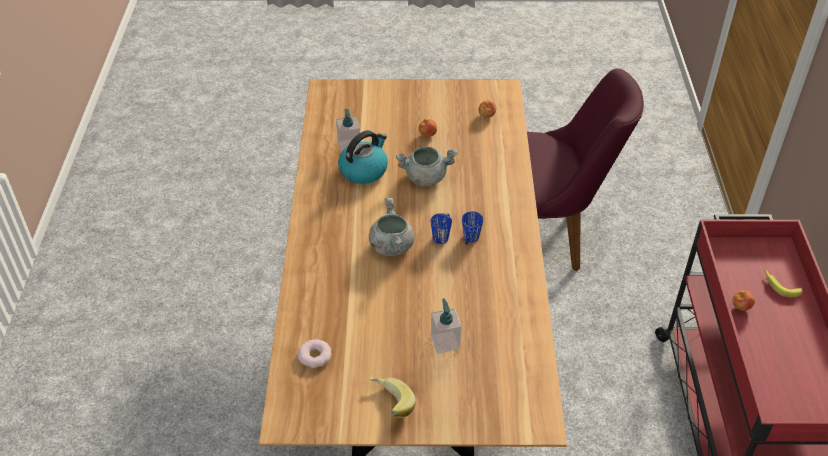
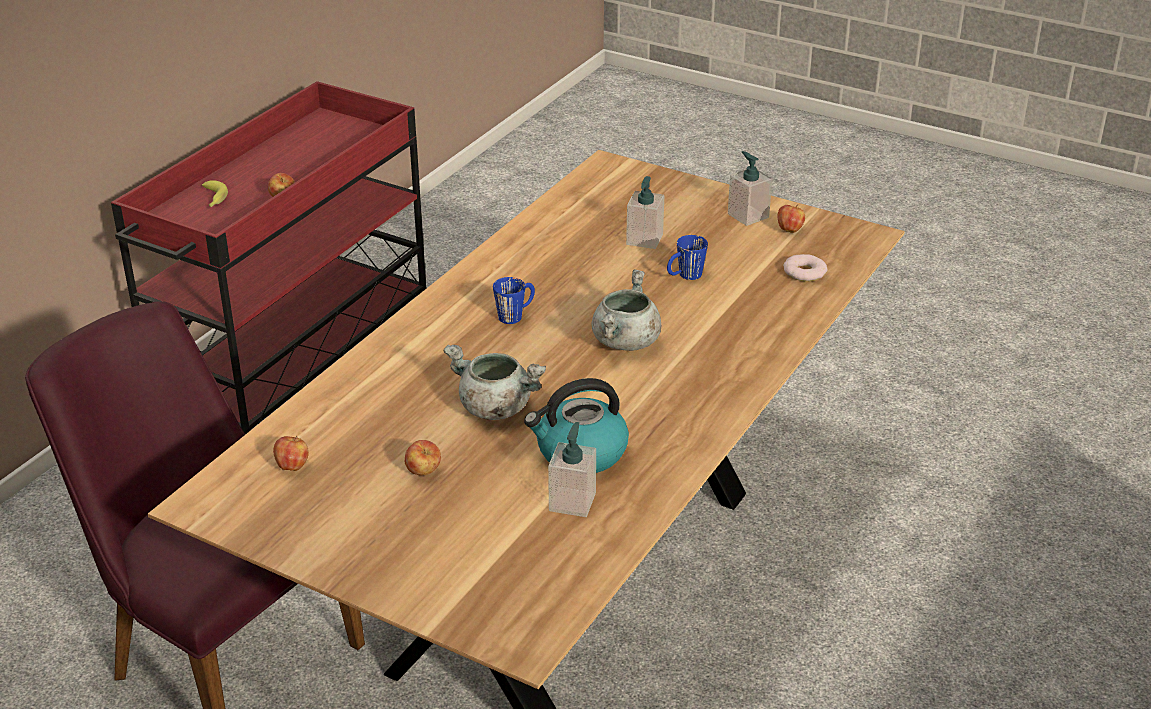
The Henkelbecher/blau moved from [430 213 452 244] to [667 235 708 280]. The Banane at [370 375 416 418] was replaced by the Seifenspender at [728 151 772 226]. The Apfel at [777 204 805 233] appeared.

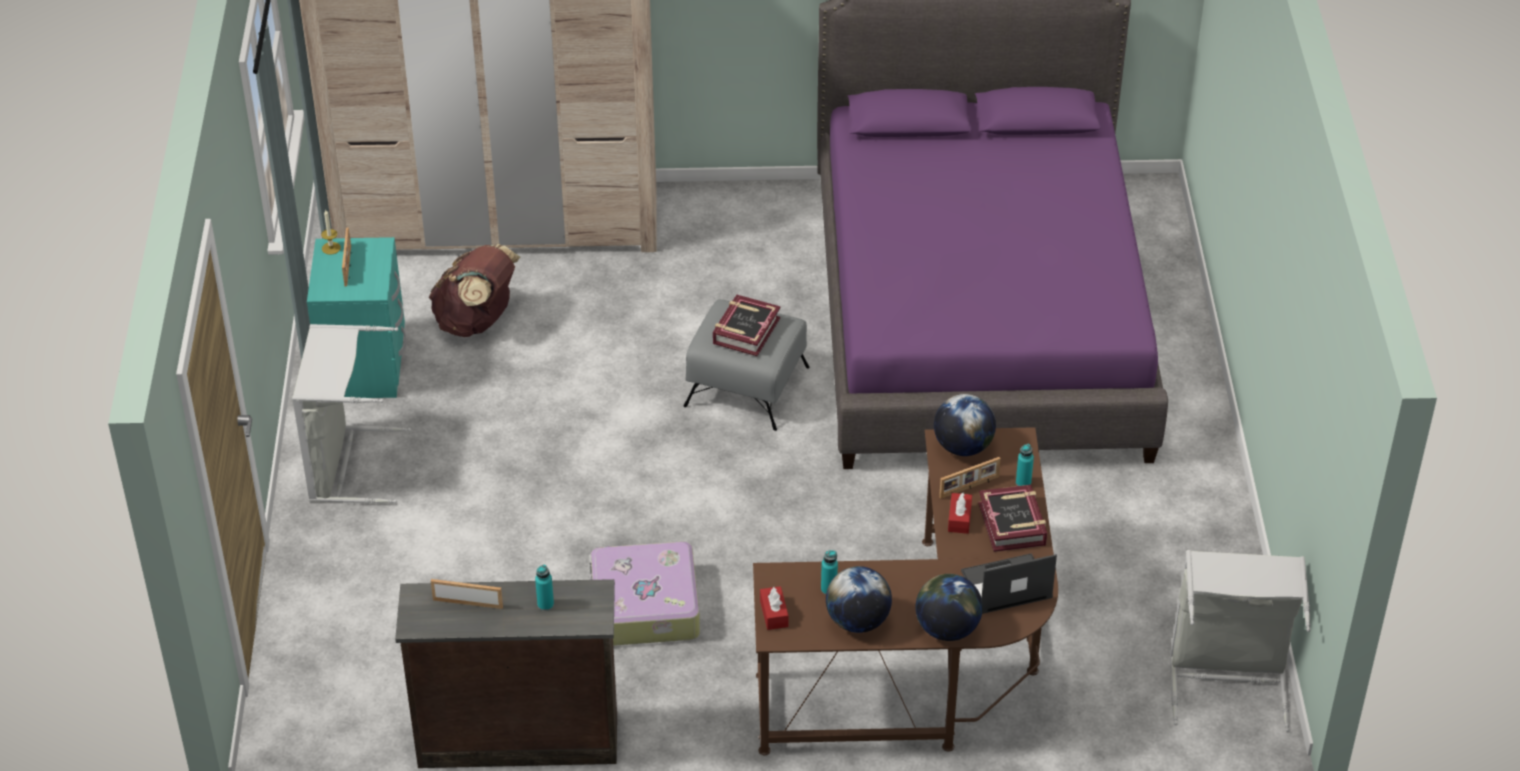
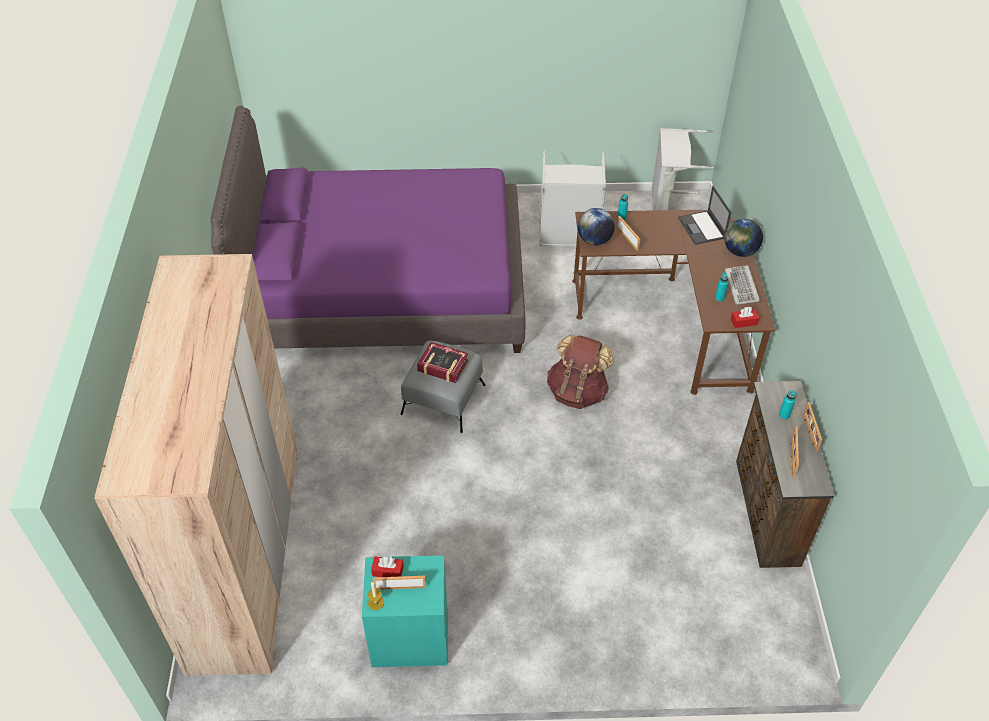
The Taschentuchbox/rot moved from [948 492 972 534] to [371 557 404 577]. The Wäschekorb/grau moved from [292 324 411 504] to [540 151 606 247]. The Rucksack/braun moved from [429 244 520 337] to [547 334 614 409]. The Globus at [826 566 892 633] was replaced by the Tastatur at [725 265 760 305]. The Bilderrahmen at [803 402 822 452] appeared. The Koffer at [589 541 700 646] disappeared. The Buch at [978 485 1047 552] disappeared.

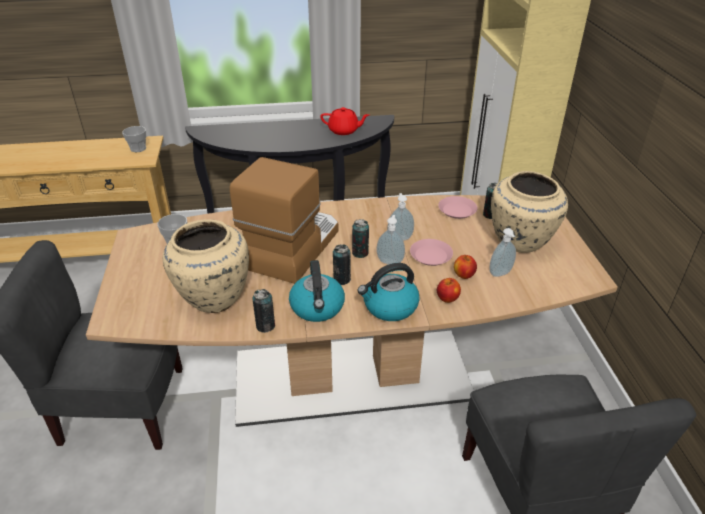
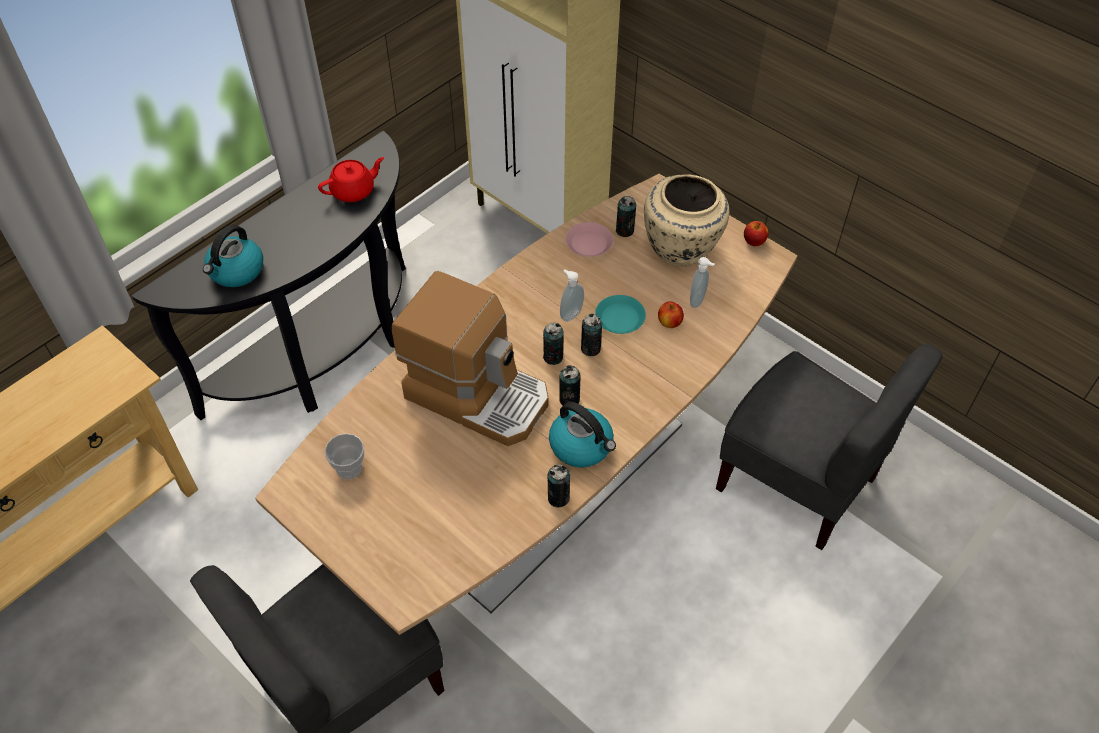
The Wasserkessel moved from [357 263 420 321] to [203 225 263 287]. The Kaffeemaschine at [230 157 338 284] turned 135 degrees clockwise. The Seifenspender at [377 215 405 264] was replaced by the Dose at [581 314 602 356]. The Teller/rosa at [410 239 453 266] became the Teller/türkis at [595 295 646 334]. The Apfel moved from [437 278 461 303] to [744 221 769 246]. The Tasse at [122 126 146 152] disappeared. The Vase/beige at [163 219 249 313] disappeared.

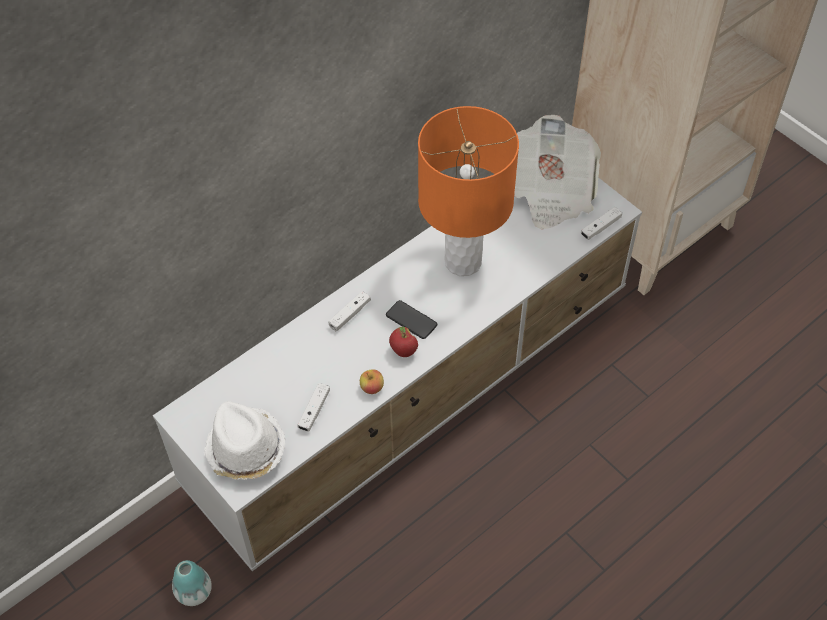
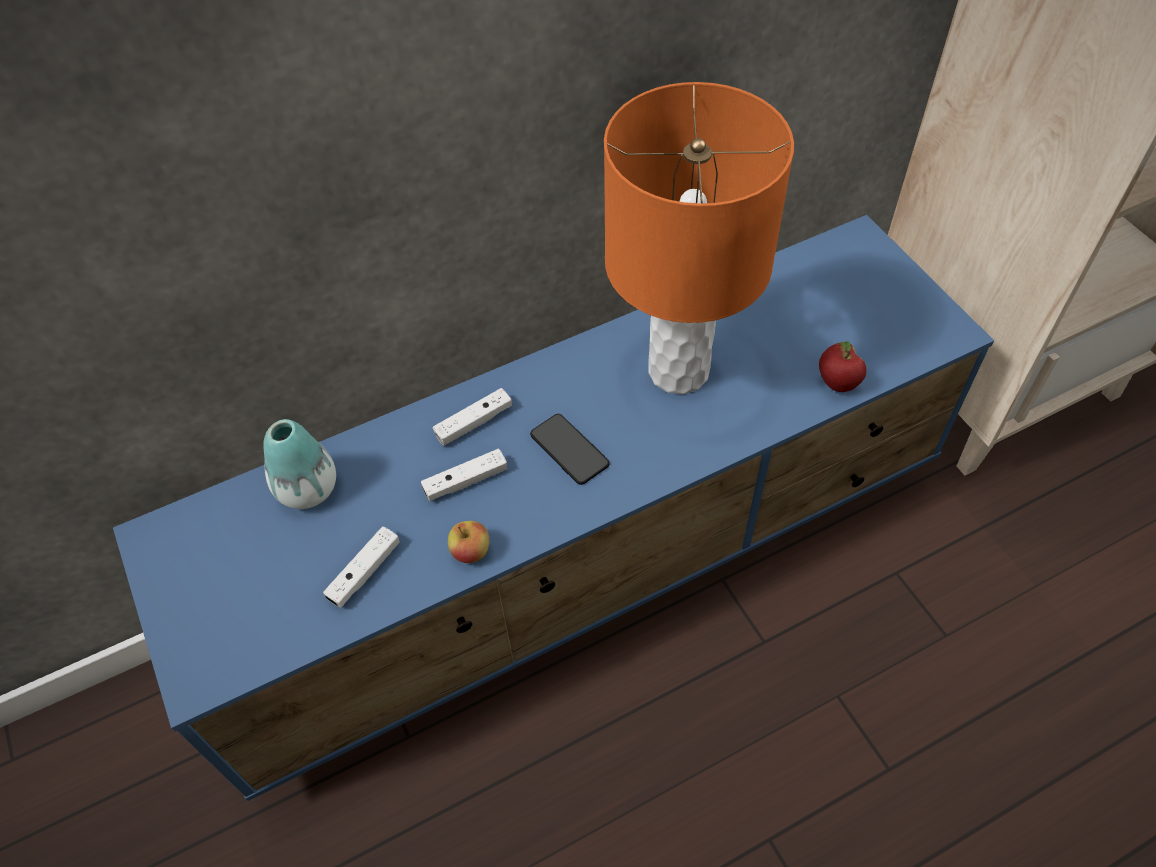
The Fernsehschrank/weiß at [153 177 642 571] became the Fernsehschrank/blau at [113 215 994 801]. The Vase moved from [172 560 212 606] to [263 419 336 509]. The Gamepad/weiß moved from [581 207 622 240] to [421 449 507 501]. The Apfel moved from [389 326 418 357] to [819 341 866 392]. The Hut/weiß at [203 401 286 480] disappeared. The Zeitung at [514 115 601 230] disappeared.

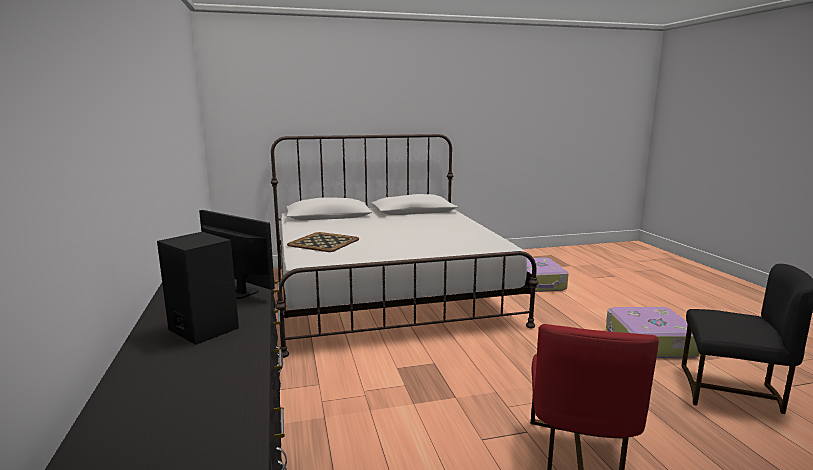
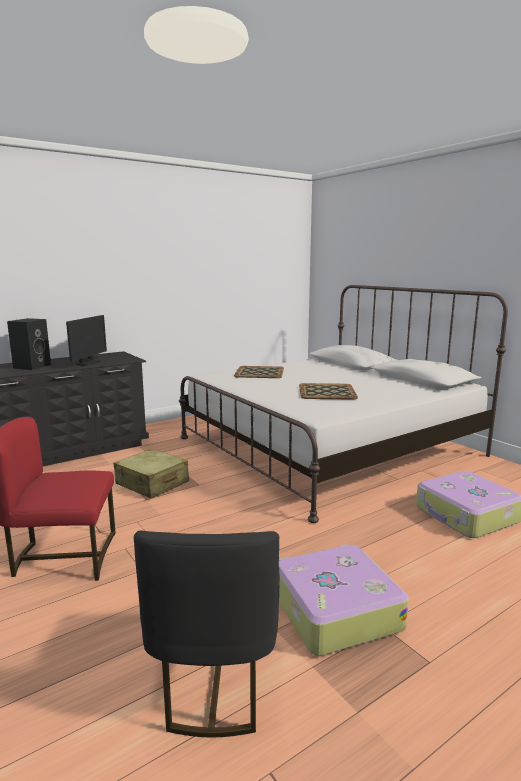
The Koffer/beige at [114 449 189 498] appeared. The Tablett at [299 383 358 400] appeared.

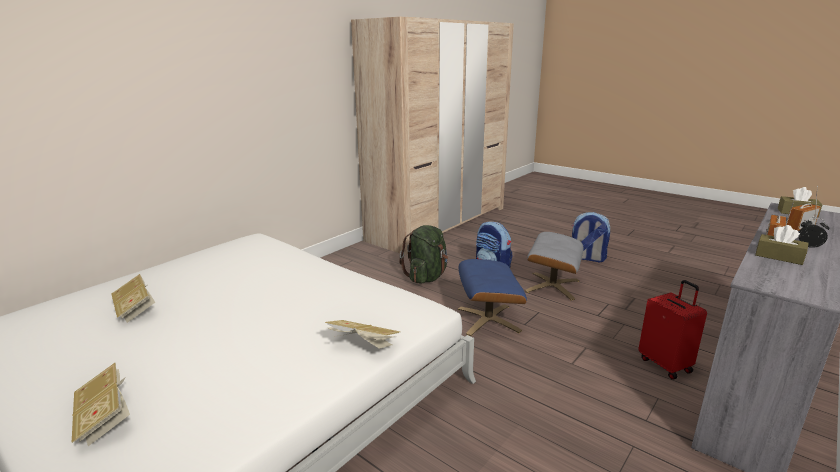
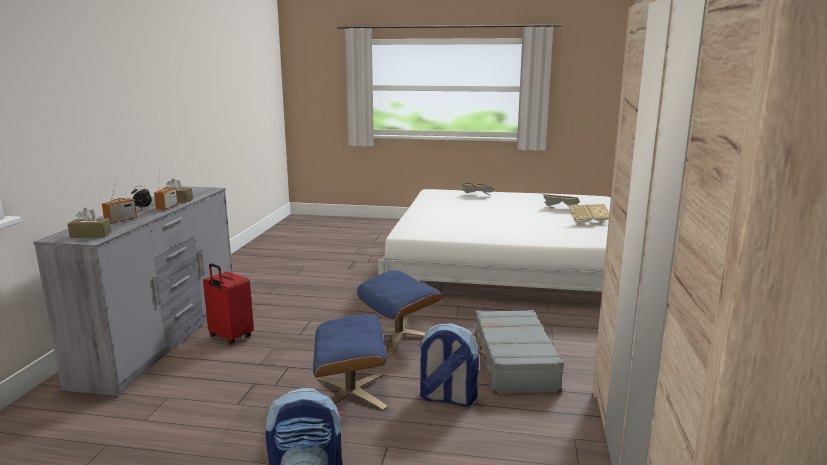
The Polsterhocker/grau at [525 232 583 300] became the Polsterhocker/blau at [313 314 388 411]. The Rucksack/grün at [399 225 448 283] was replaced by the Koffer/grau at [473 310 564 394]. The Buch moved from [325 320 400 349] to [569 204 609 225].

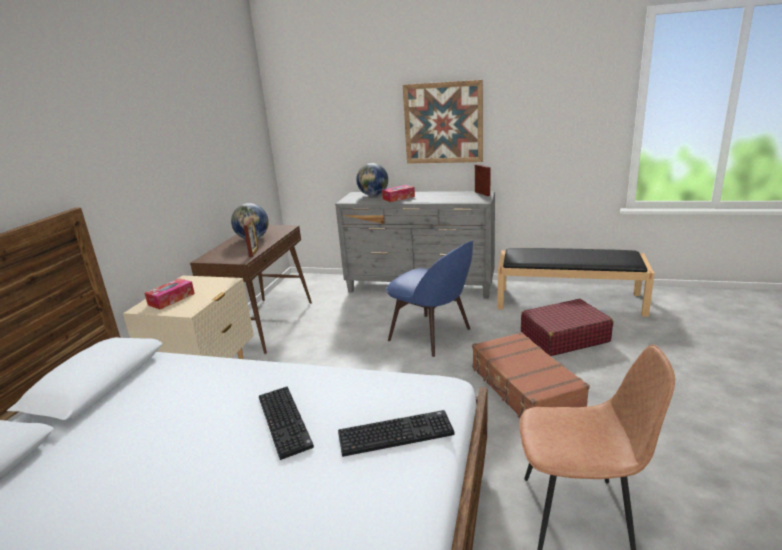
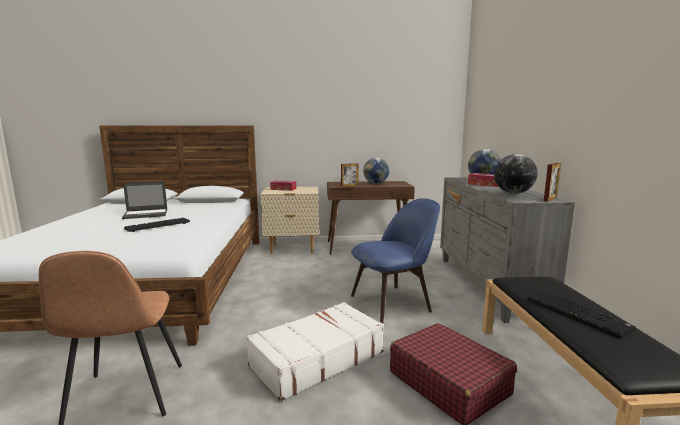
The Laptop at [122 181 167 219] appeared. The Koffer/braun at [472 332 590 419] became the Koffer/weiß at [246 302 384 401]. The Stuhl/blau at [386 240 474 357] turned 135 degrees counterclockwise. The Globus at [494 154 537 194] appeared. The Tastatur moved from [338 410 454 457] to [527 291 636 339]. The Bild at [403 80 483 164] disappeared.

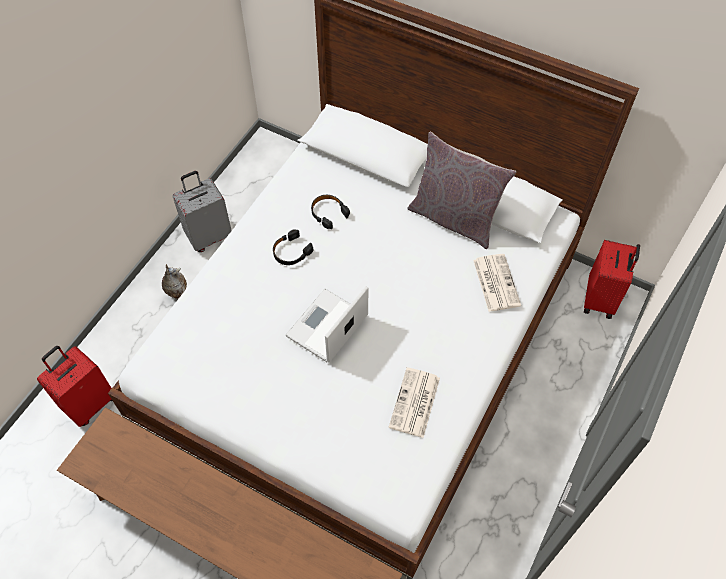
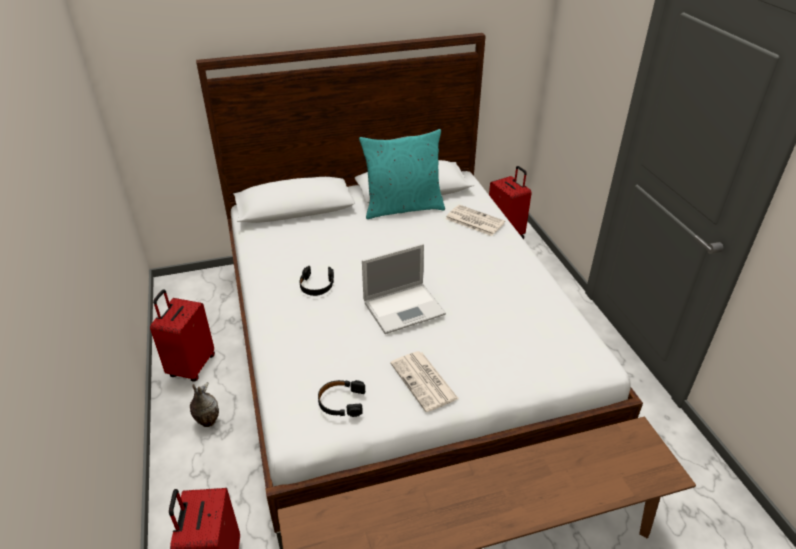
The Koffer/grau at [173 171 232 252] became the Koffer/rot at [150 289 215 382]. The Kopfhörer/schwarz moved from [311 195 350 229] to [318 380 365 417]. The Kissen/grau at [408 132 516 249] became the Kissen/türkis at [359 129 445 219]. The Laptop at [286 286 368 363] turned 105 degrees counterclockwise. The Zeitung moved from [389 367 440 438] to [390 351 459 412].

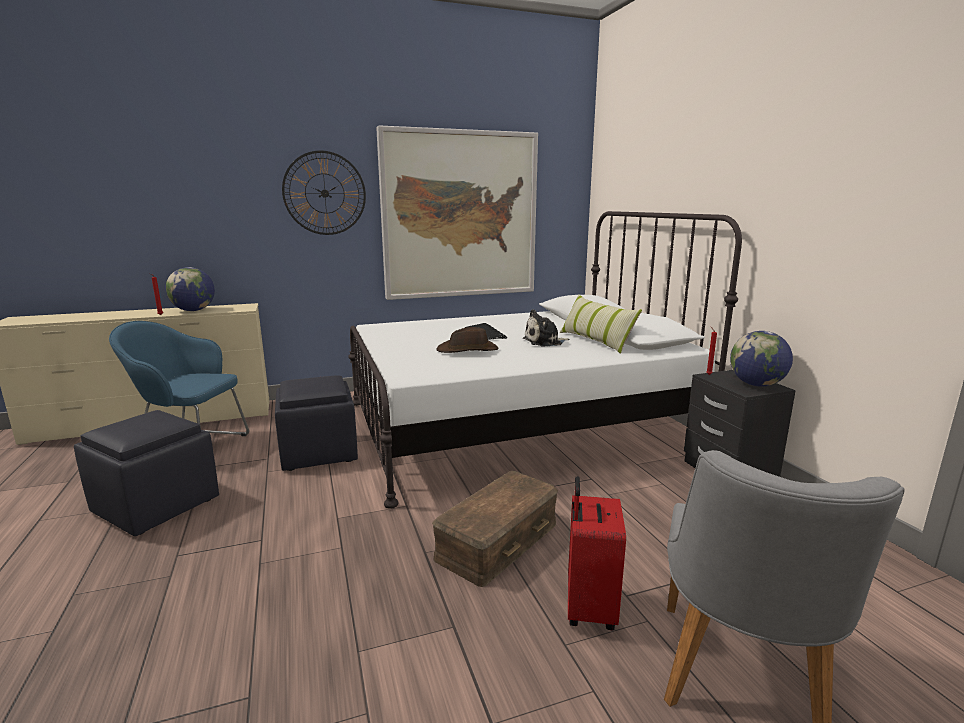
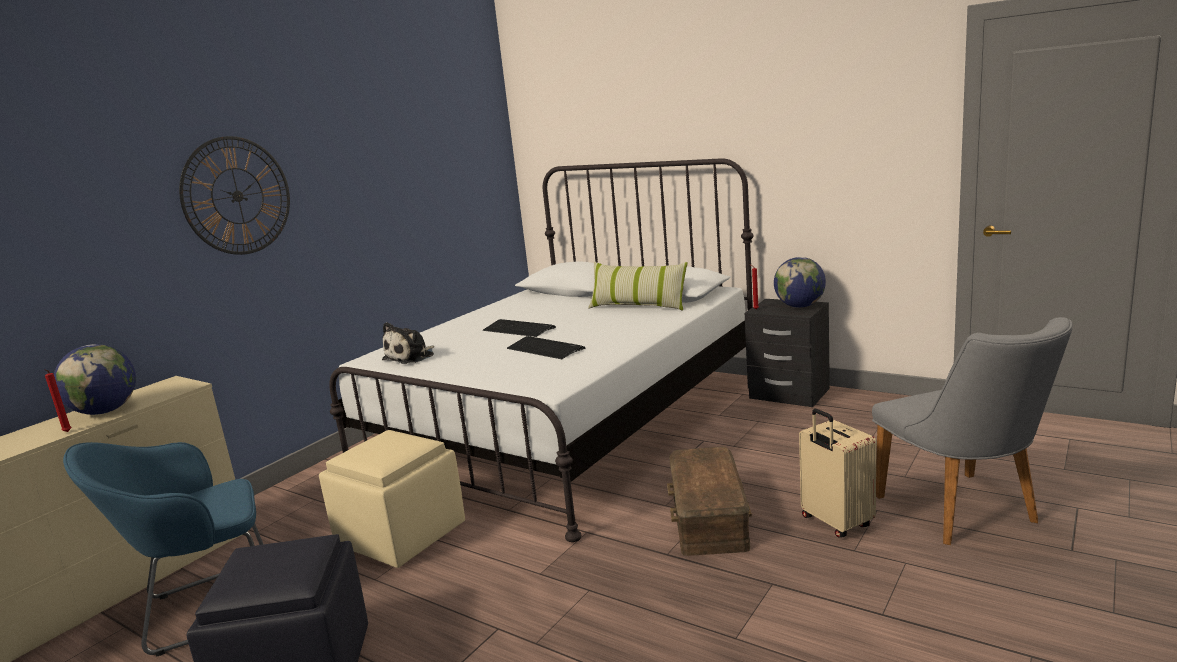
The Polsterhocker/schwarz at [275 375 358 471] became the Polsterhocker/beige at [319 430 465 568]. The Plüschtier moved from [523 309 569 347] to [382 322 435 364]. The Hut/braun at [436 327 499 353] was replaced by the Tastatur at [507 336 585 359]. The Koffer/rot at [568 476 626 630] became the Koffer/beige at [799 409 876 538]. The Bild at [376 125 538 300] disappeared.

